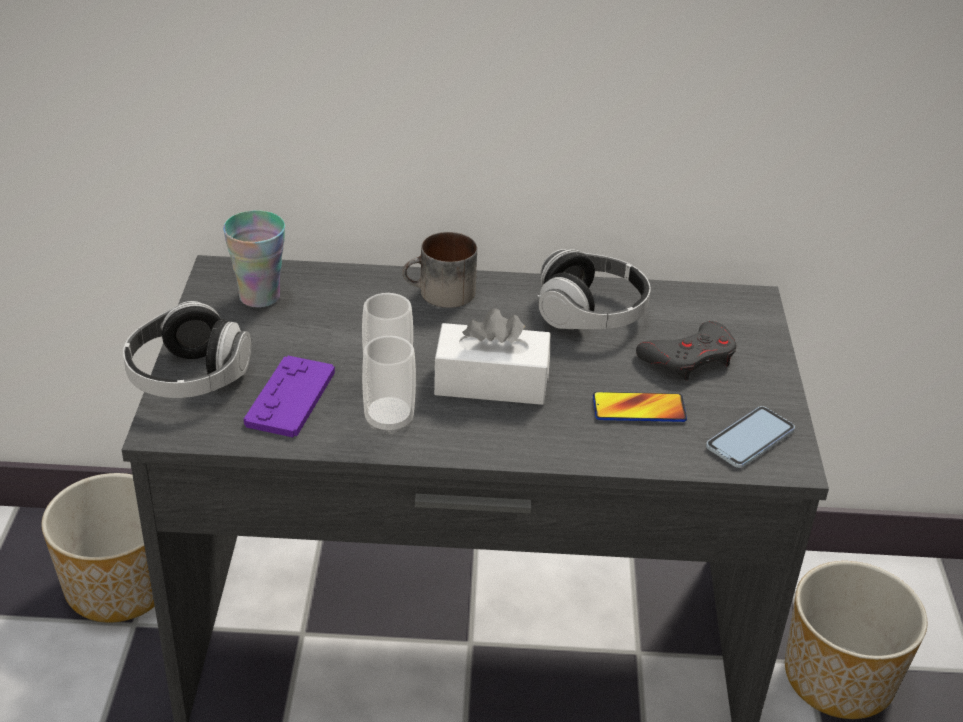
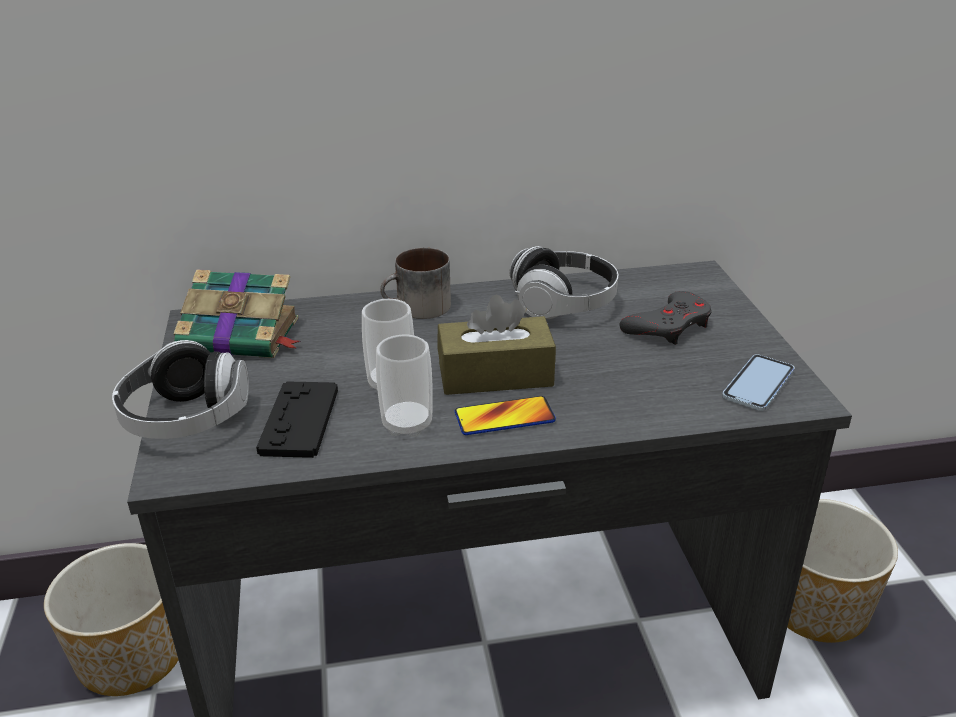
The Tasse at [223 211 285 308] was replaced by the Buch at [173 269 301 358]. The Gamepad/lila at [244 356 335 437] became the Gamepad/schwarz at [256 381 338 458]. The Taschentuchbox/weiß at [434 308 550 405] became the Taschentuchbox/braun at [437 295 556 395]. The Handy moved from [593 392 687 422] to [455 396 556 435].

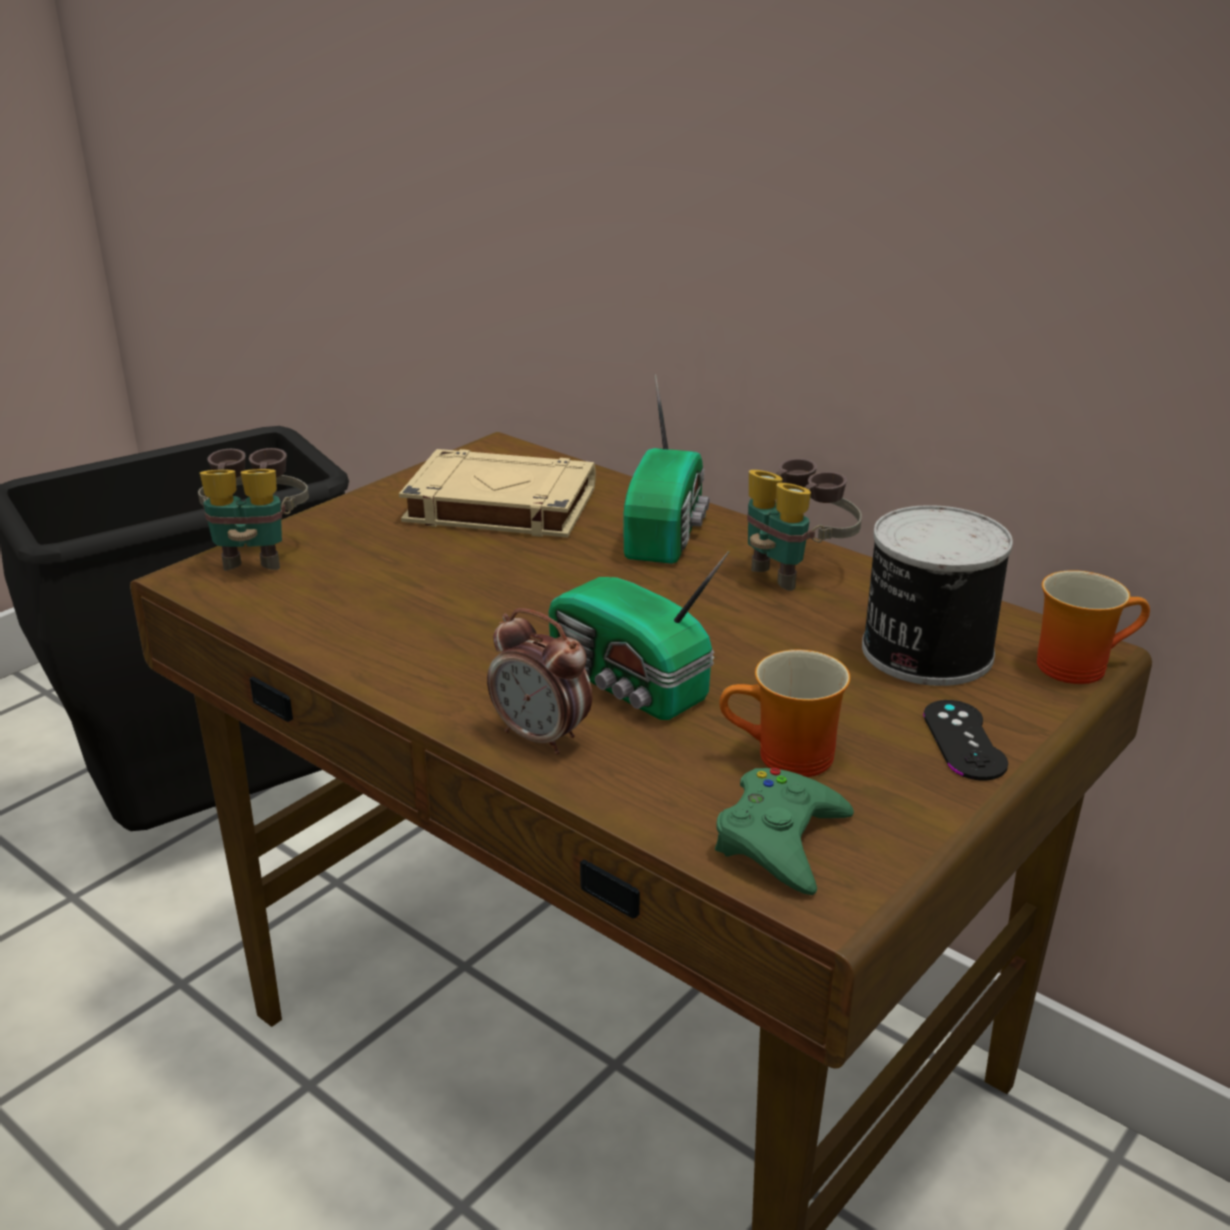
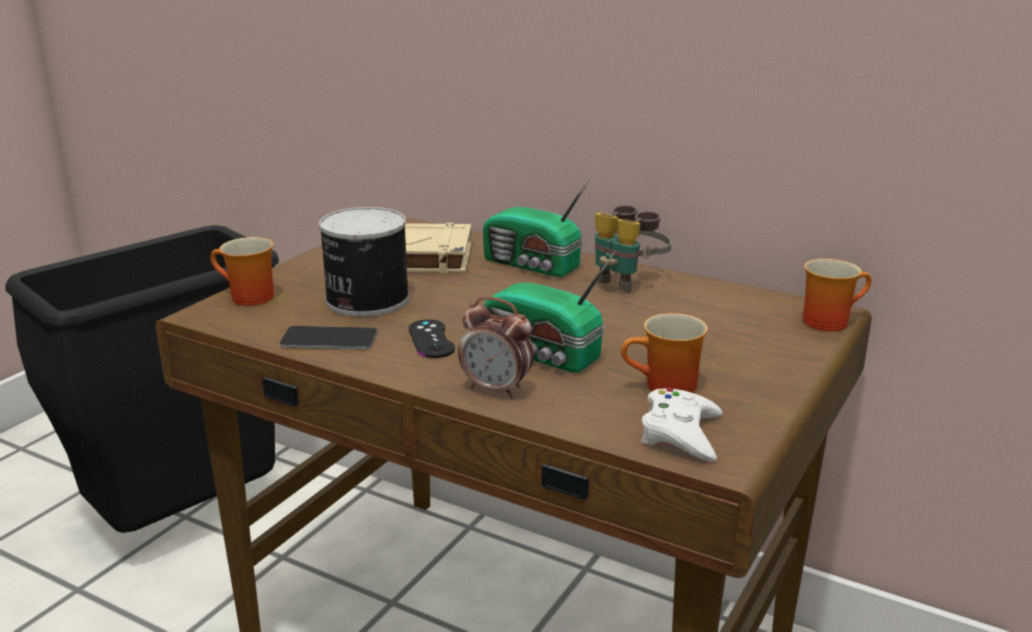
The Fernglas at [198 448 309 571] was replaced by the Henkelbecher at [211 237 274 306]. The Handy at [280 326 377 350] appeared. The Dose moved from [862 505 1013 686] to [319 207 409 317]. The Gamepad/schwarz moved from [923 700 1008 781] to [409 319 455 358]. The Radio at [624 374 709 564] turned 120 degrees clockwise. The Gamepad/grün at [715 768 854 895] became the Gamepad/weiß at [641 387 723 462].

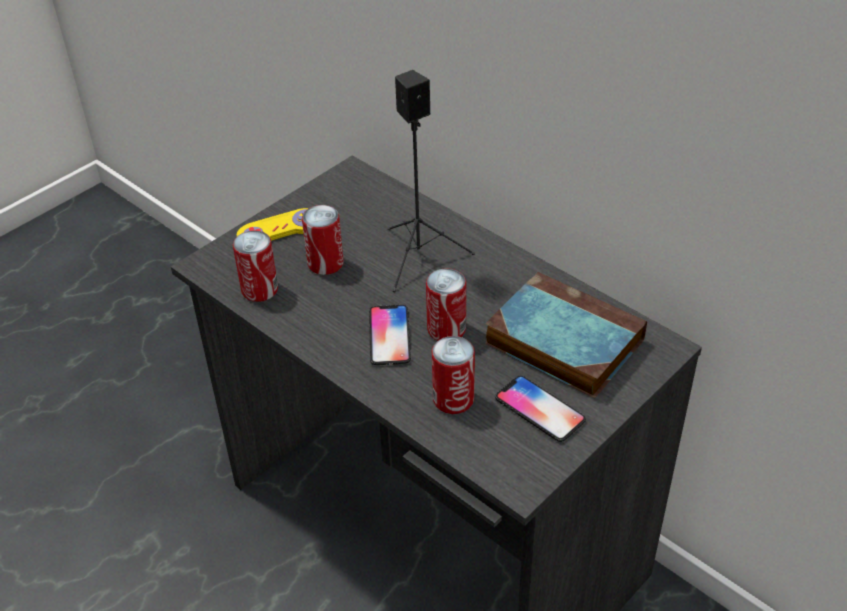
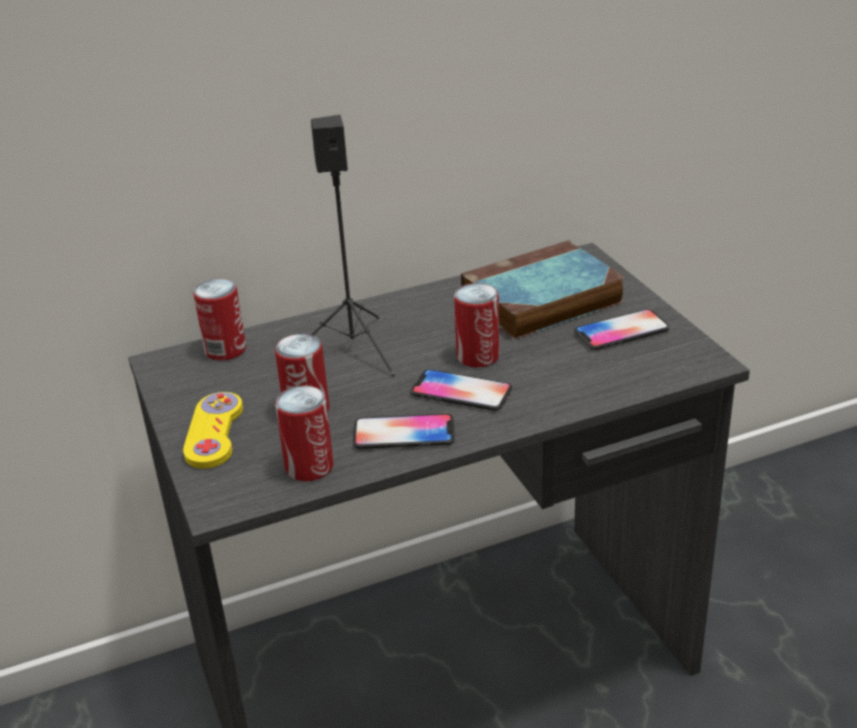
The Dose moved from [432 336 475 414] to [193 279 246 361]. The Handy at [353 414 455 449] appeared.

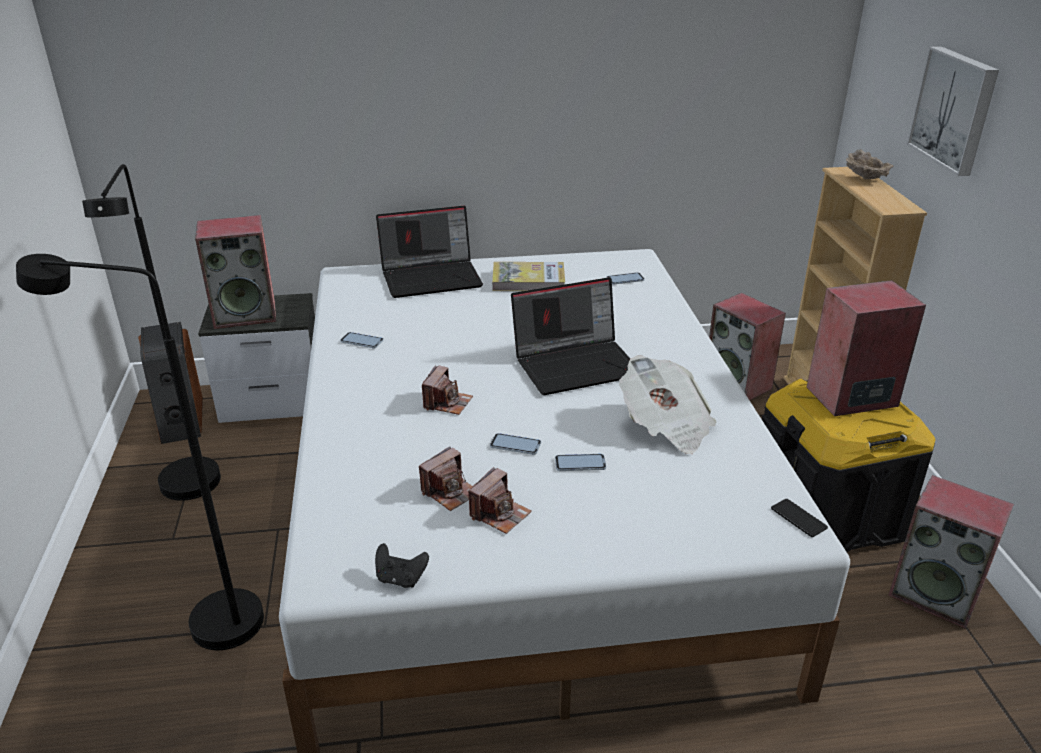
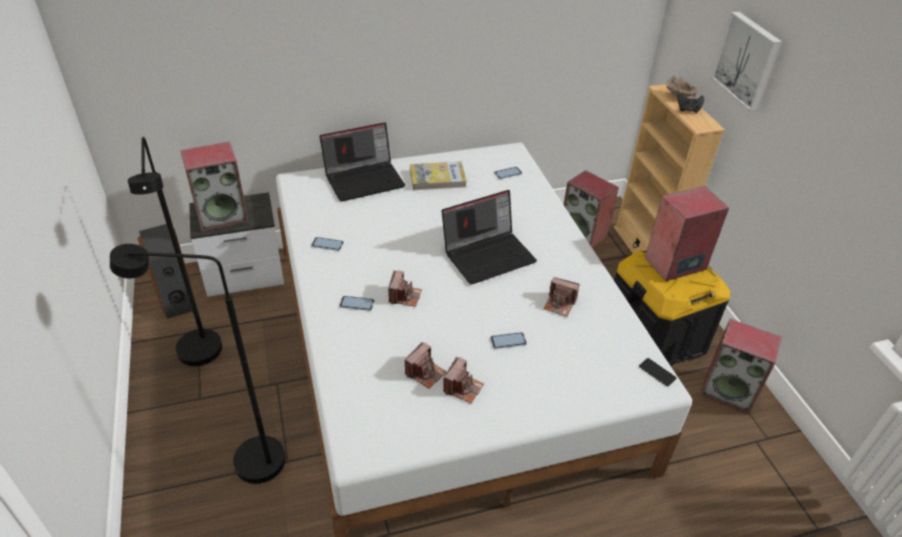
The Handy moved from [490 433 541 455] to [340 296 374 311]. The Zeitung at [619 355 717 454] was replaced by the Kamera at [544 277 580 317]. The Gamepad/schwarz moved from [375 543 429 588] to [677 93 704 113].

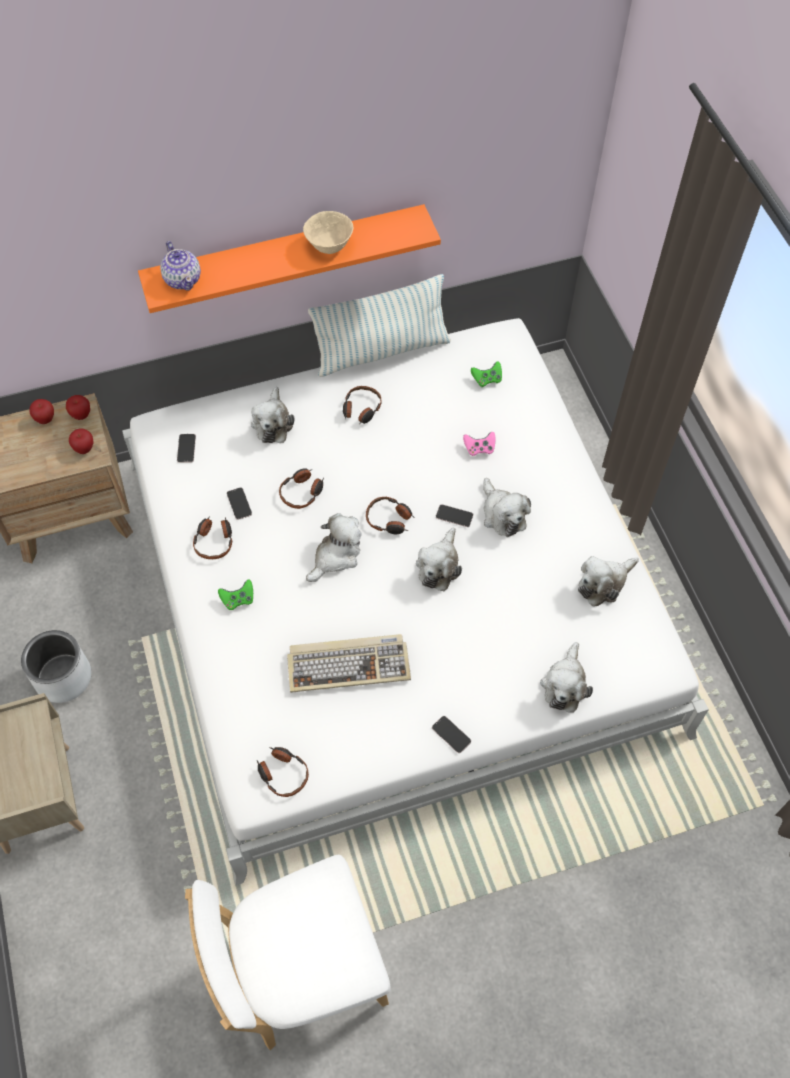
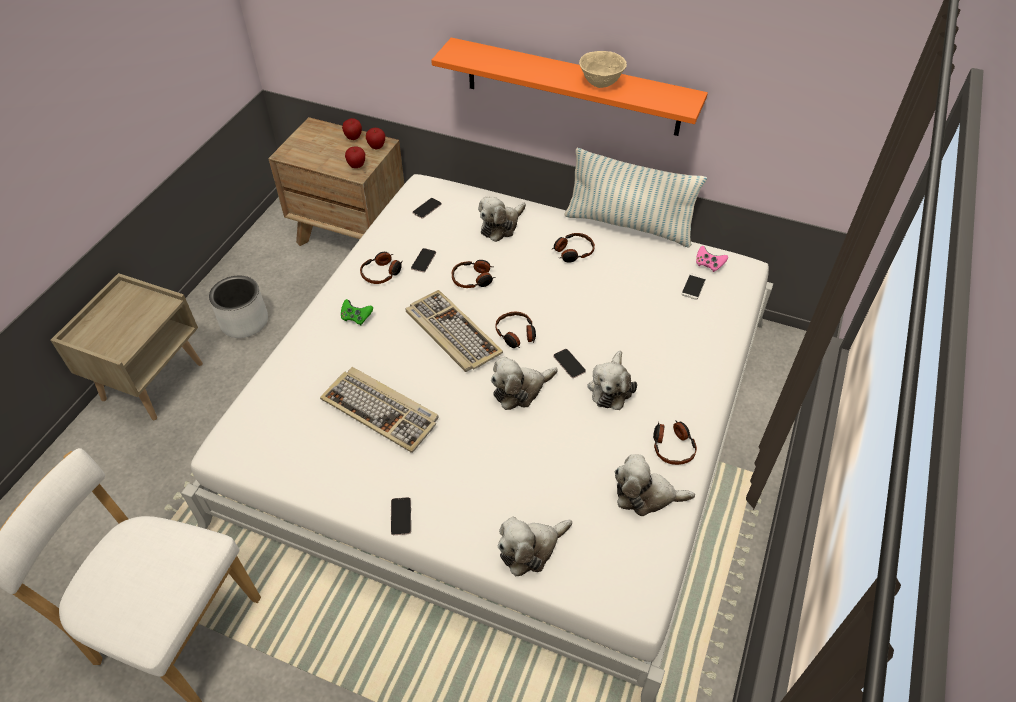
The Plüschtier at [306 513 362 582] was replaced by the Tastatur at [405 290 503 372]. The Kopfhörer moved from [257 747 309 797] to [653 420 697 465]. The Gamepad/grün at [471 361 502 387] was replaced by the Handy at [681 274 706 300]. The Gamepad/rosa moved from [463 432 495 456] to [696 246 728 272]. The Teekanne at [160 241 201 291] disappeared.

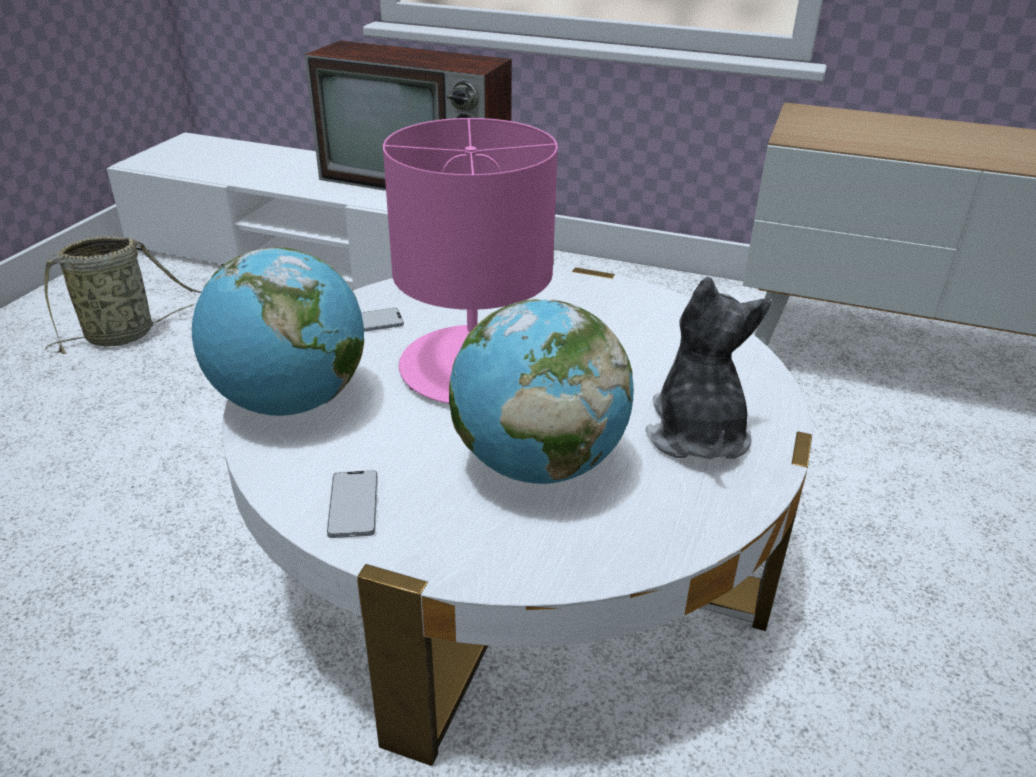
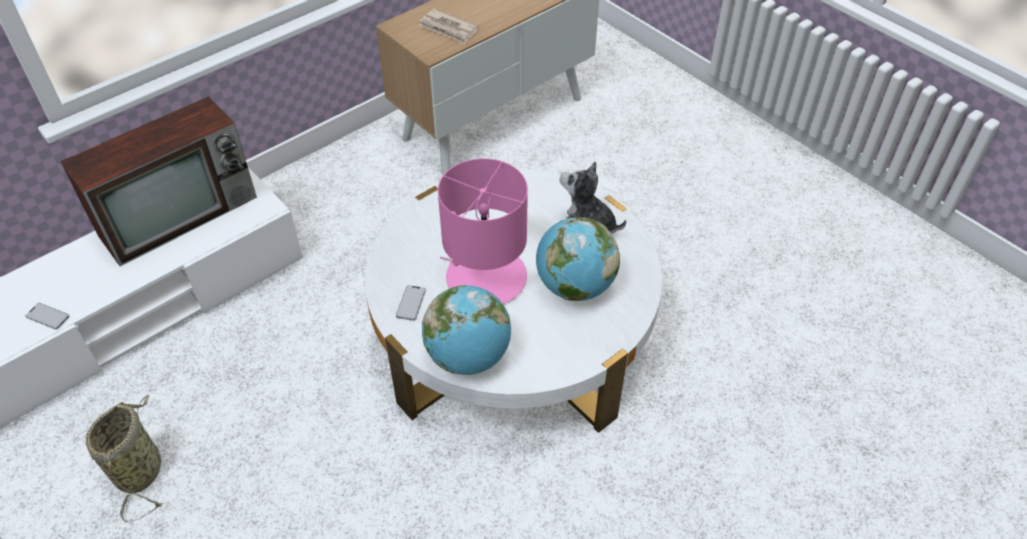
The Handy moved from [327 470 378 538] to [25 303 70 330]. The Zeitung at [419 9 479 44] appeared.

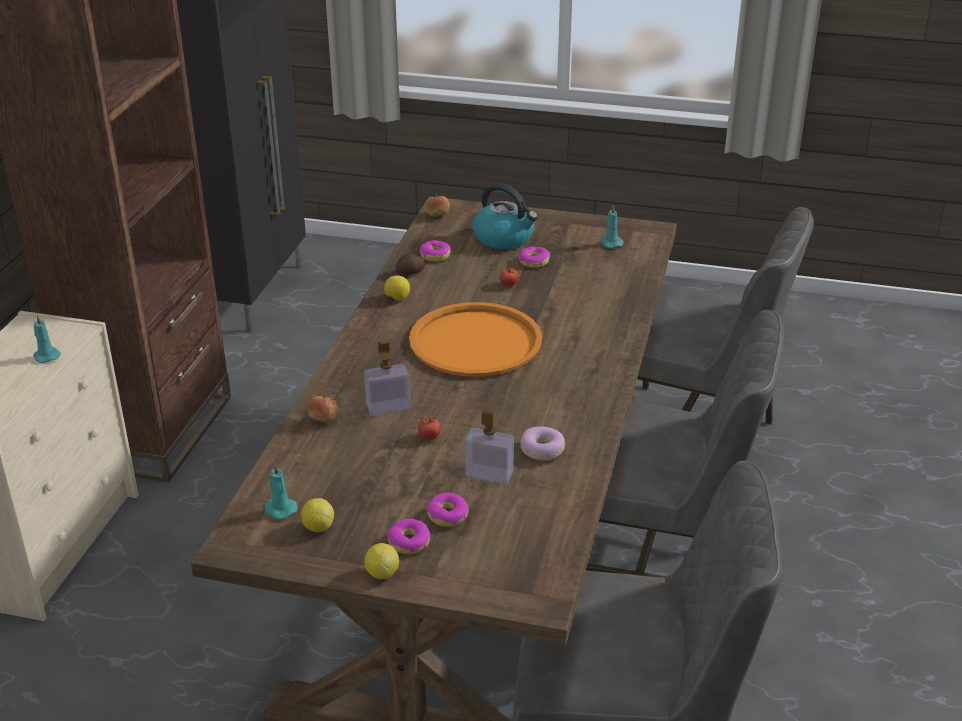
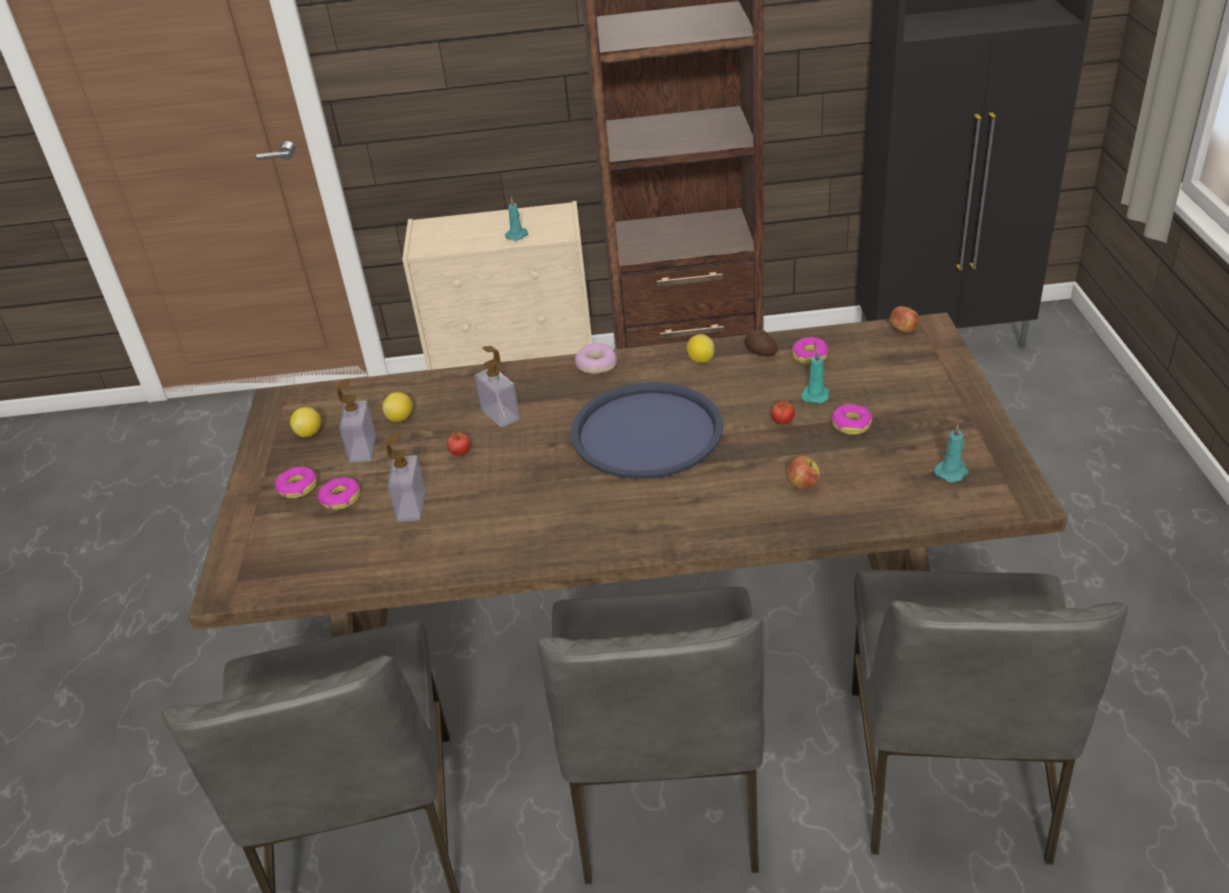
The Seifenspender at [337 379 376 463] appeared. The Zitrone moved from [364 543 399 579] to [382 392 413 422]. The Tablett/orange at [409 302 542 377] became the Tablett/blau at [571 382 723 479]. The Donut moved from [521 427 566 460] to [575 343 617 374]. The Apfel moved from [307 394 338 422] to [787 456 820 490]. The Kerze/türkis moved from [264 463 298 519] to [801 349 830 404]. The Wasserkessel at [473 183 538 249] disappeared.

